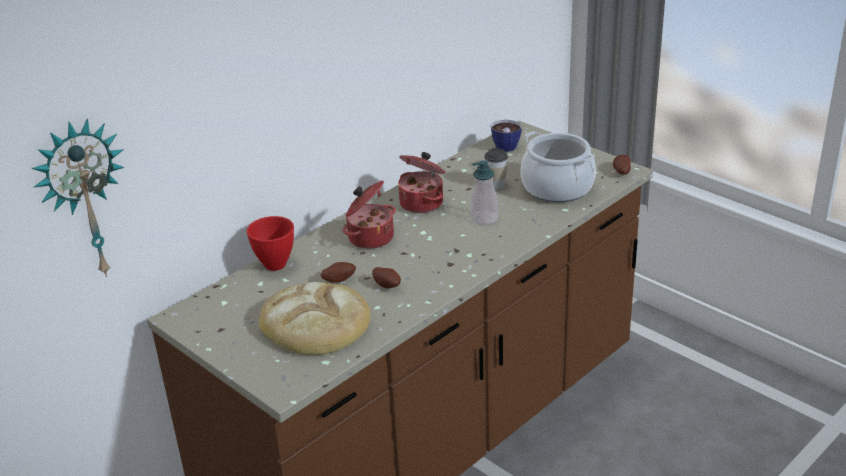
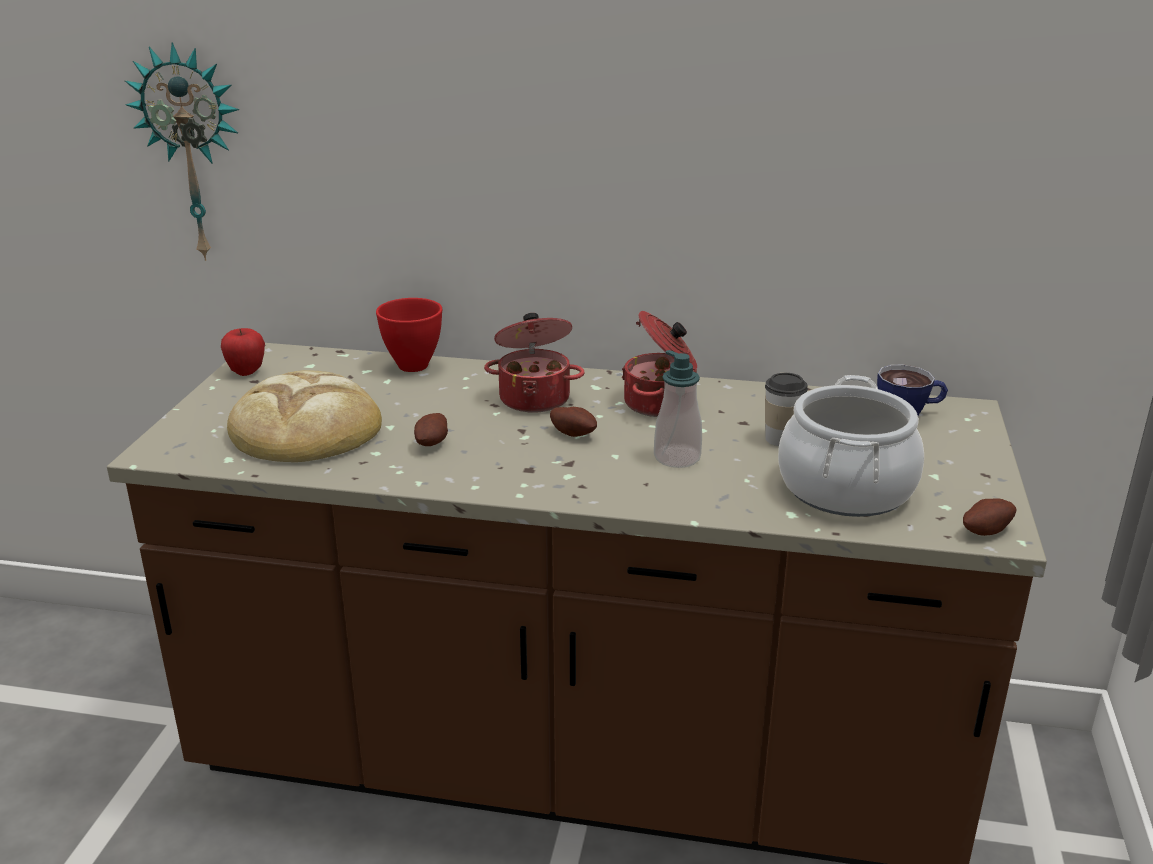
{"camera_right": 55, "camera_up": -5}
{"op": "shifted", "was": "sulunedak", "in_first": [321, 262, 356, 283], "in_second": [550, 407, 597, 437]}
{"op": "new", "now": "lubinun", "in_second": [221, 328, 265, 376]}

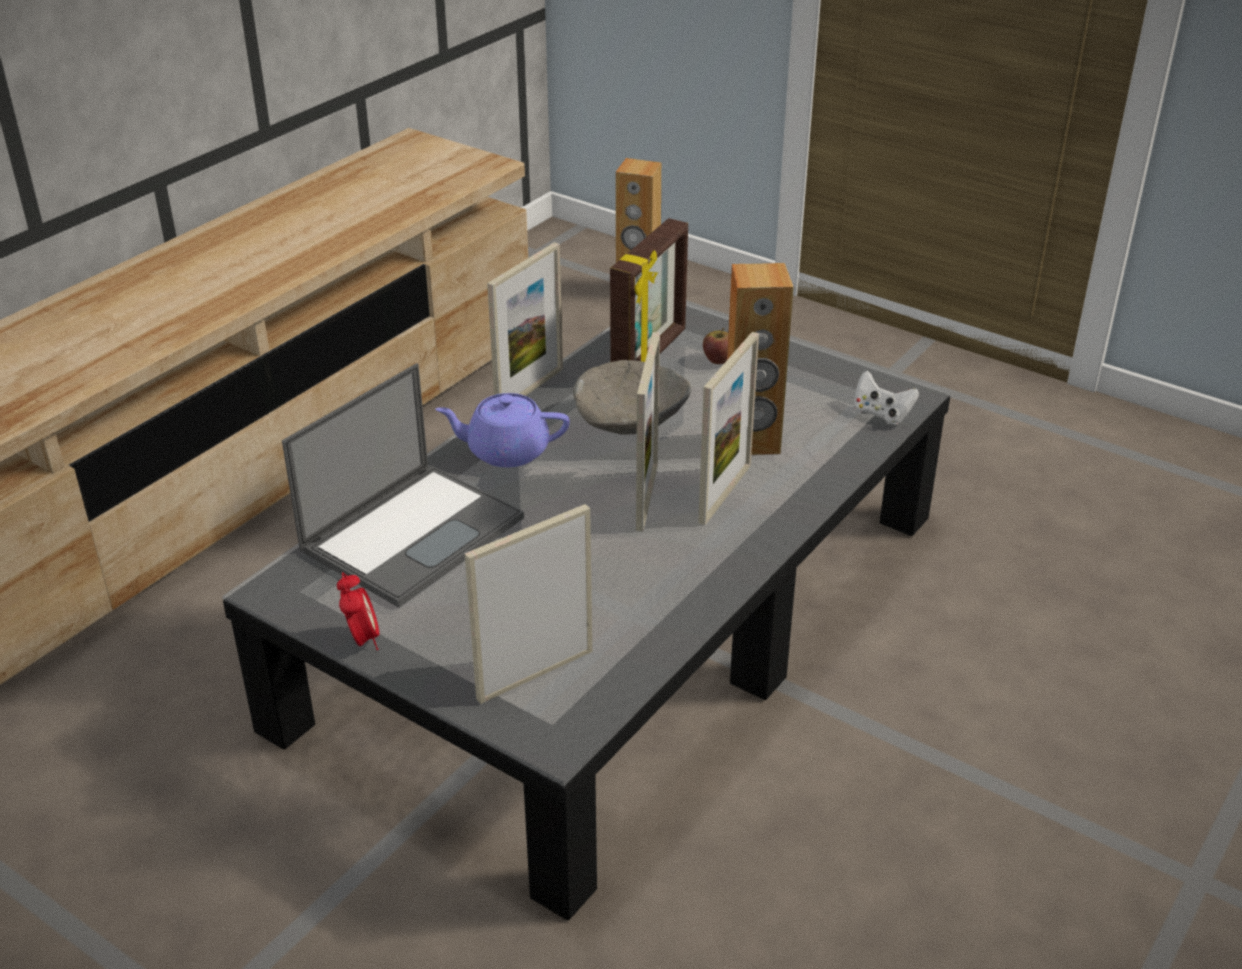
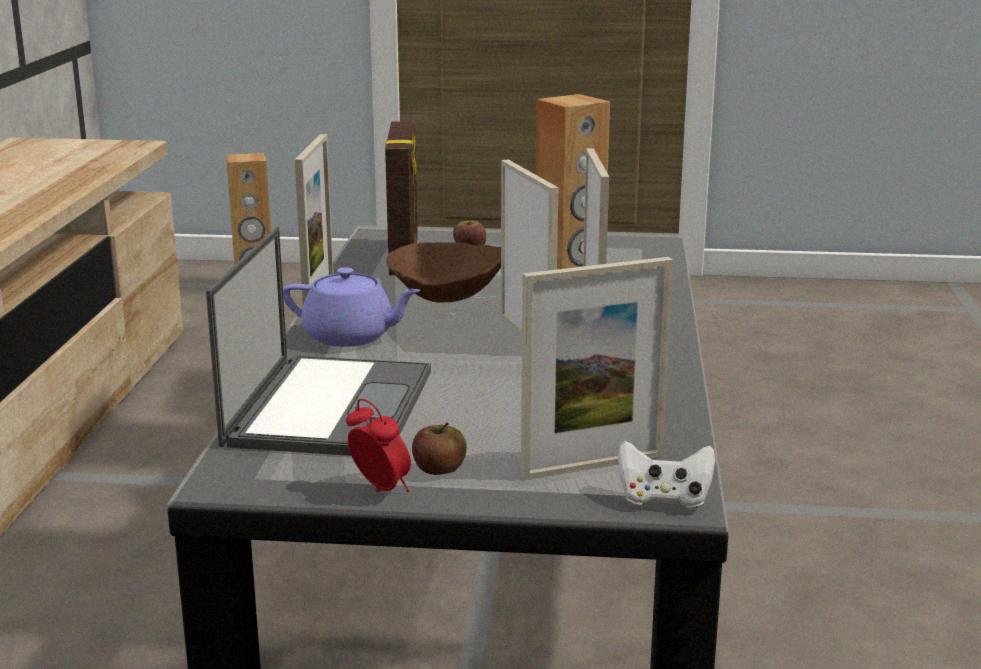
{"camera_right": -30, "camera_up": -15}
{"op": "rotated", "was": "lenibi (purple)", "in_first": [435, 393, 570, 467], "in_second": [283, 267, 421, 347], "clockwise": -135}
{"op": "rotated", "was": "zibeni", "in_first": [465, 504, 592, 704], "in_second": [521, 257, 673, 480], "clockwise": -135}
{"op": "repainted", "was": "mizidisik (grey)", "now": "mizidisik (brown)", "in_first": [573, 360, 691, 435], "in_second": [386, 242, 501, 302]}
{"op": "shifted", "was": "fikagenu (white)", "in_first": [853, 371, 919, 425], "in_second": [618, 441, 715, 509]}
{"op": "new", "now": "lubinun", "in_second": [412, 423, 467, 475]}

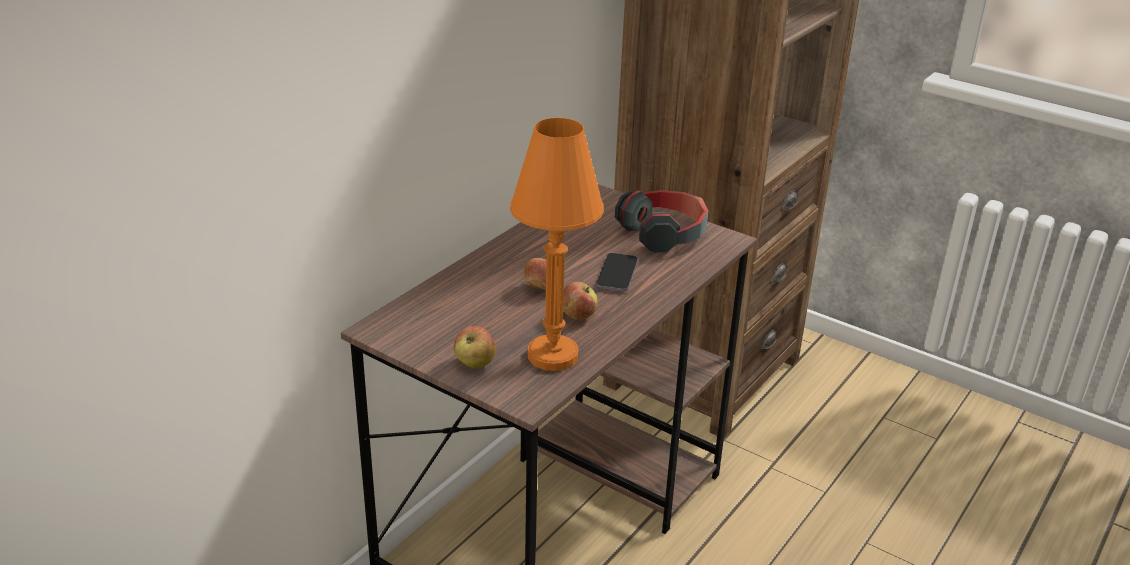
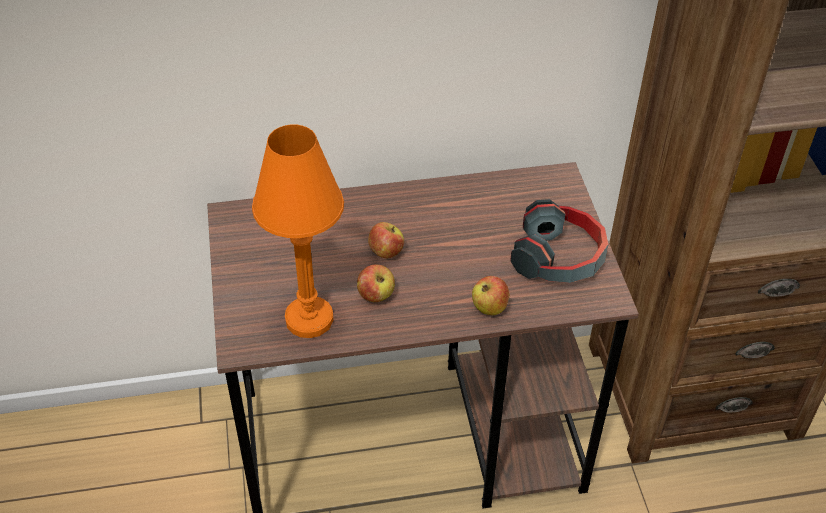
{"camera_right": 45, "camera_up": 15}
{"op": "shifted", "was": "lubinun", "in_first": [454, 326, 496, 368], "in_second": [472, 276, 510, 315]}
{"op": "gone", "was": "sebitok", "in_first": [596, 253, 638, 292]}

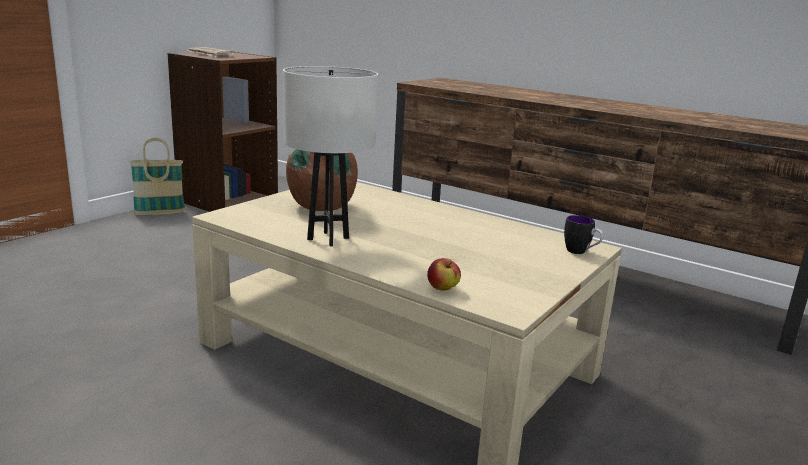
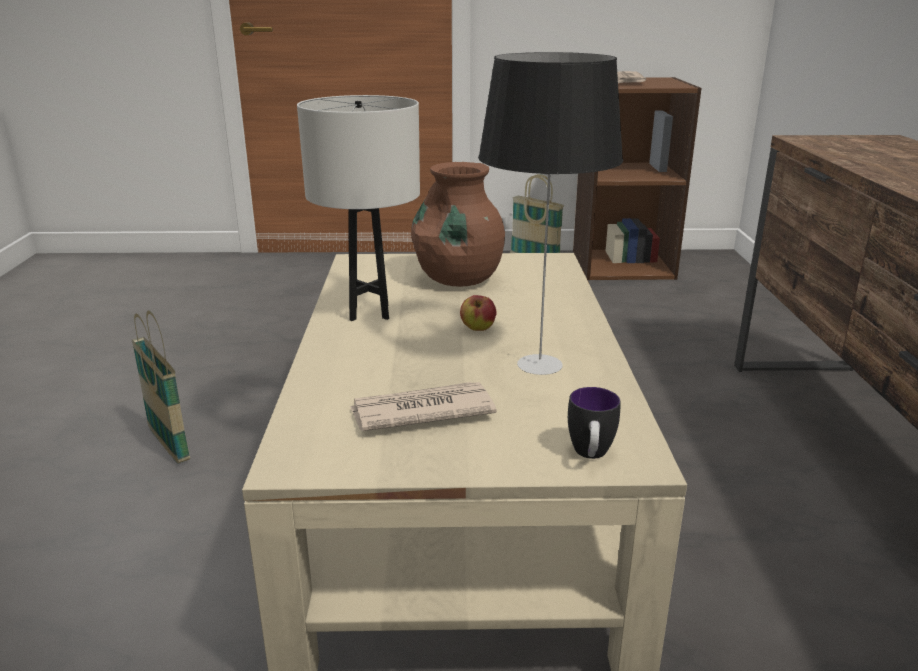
{"camera_right": 55, "camera_up": 5}
{"op": "shifted", "was": "lubinun", "in_first": [427, 258, 461, 290], "in_second": [460, 295, 497, 331]}
{"op": "new", "now": "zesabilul", "in_second": [132, 311, 190, 464]}
{"op": "new", "now": "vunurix", "in_second": [350, 382, 497, 431]}
{"op": "new", "now": "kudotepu", "in_second": [478, 52, 623, 375]}

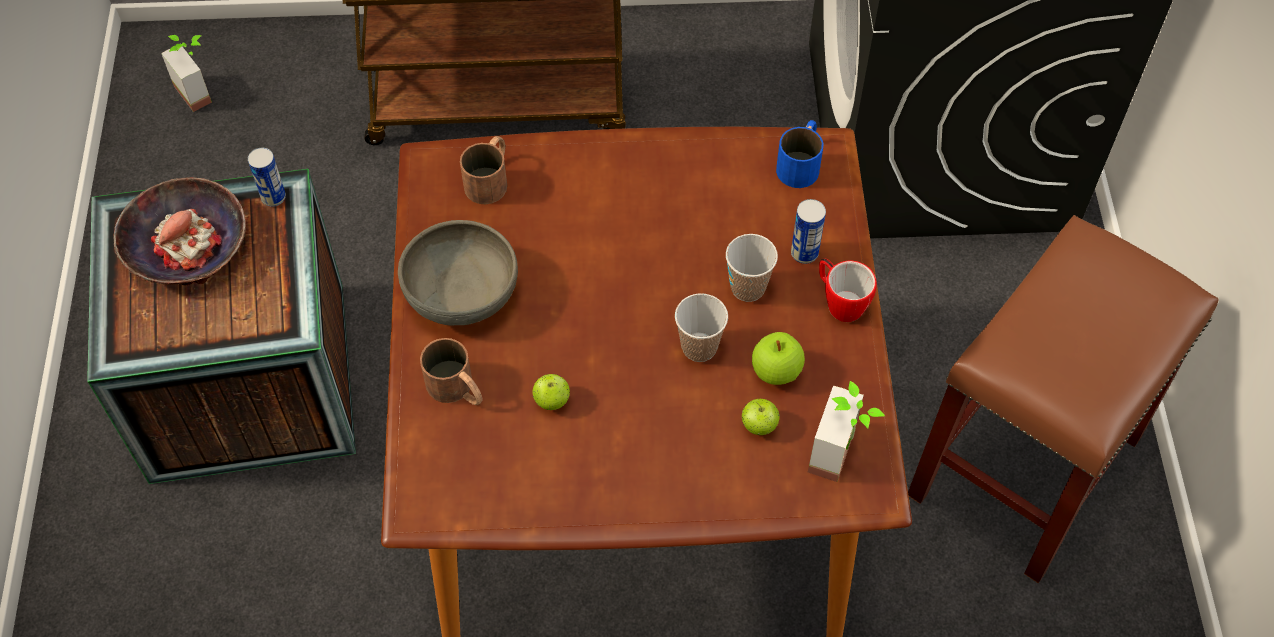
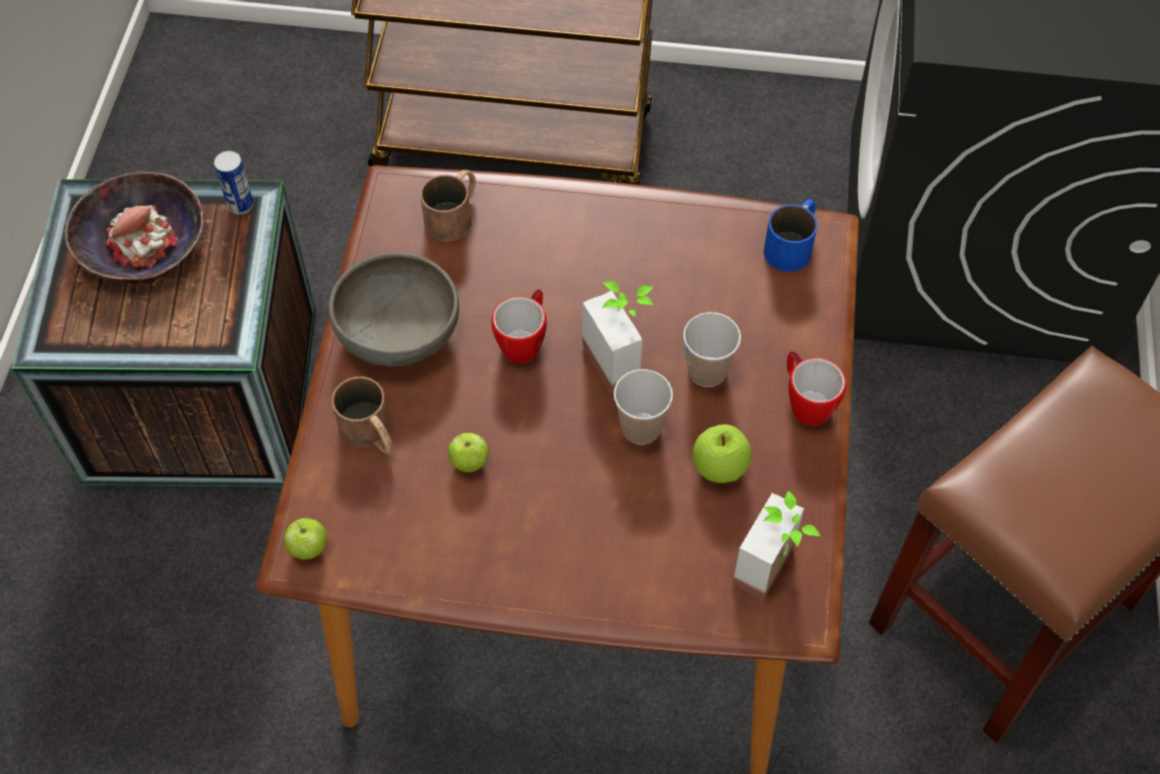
{"camera_right": 10, "camera_up": 0}
{"op": "shifted", "was": "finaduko", "in_first": [161, 35, 212, 112], "in_second": [583, 281, 653, 394]}
{"op": "shifted", "was": "lubinun", "in_first": [742, 399, 780, 435], "in_second": [284, 518, 327, 560]}
{"op": "gone", "was": "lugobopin", "in_first": [791, 199, 826, 264]}
{"op": "new", "now": "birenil", "in_second": [492, 289, 547, 363]}

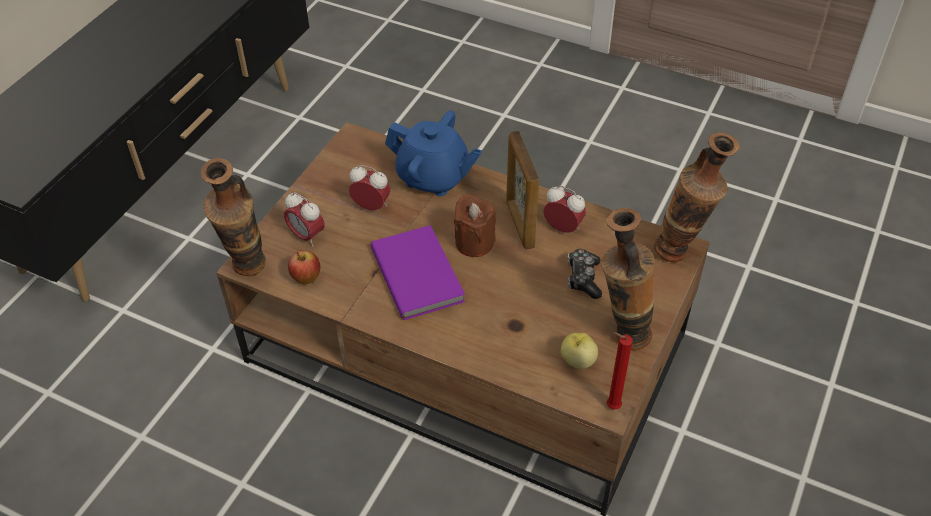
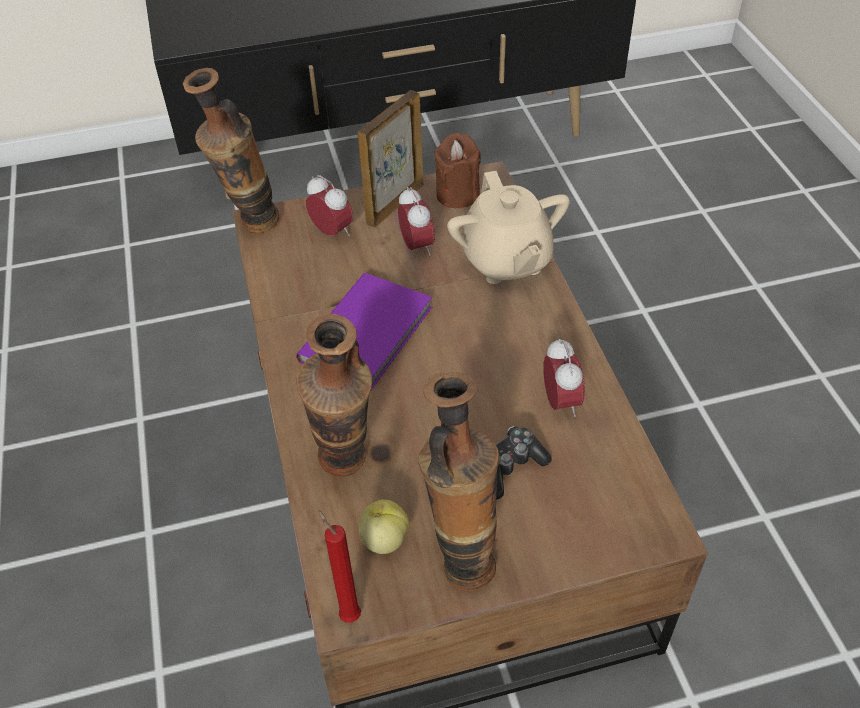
{"camera_right": 50, "camera_up": 0}
{"op": "rotated", "was": "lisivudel", "in_first": [284, 192, 325, 247], "in_second": [306, 175, 353, 236], "clockwise": 135}
{"op": "gone", "was": "lubinun", "in_first": [288, 251, 320, 284]}
{"op": "repainted", "was": "lenibi (blue)", "now": "lenibi (beige)", "in_first": [385, 111, 482, 197], "in_second": [447, 171, 570, 284]}
{"op": "shifted", "was": "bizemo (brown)", "in_first": [454, 194, 496, 257], "in_second": [434, 133, 481, 208]}
{"op": "shifted", "was": "zibeni", "in_first": [506, 131, 539, 249], "in_second": [358, 90, 424, 228]}
{"op": "shifted", "was": "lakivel", "in_first": [654, 133, 740, 262], "in_second": [296, 314, 372, 477]}

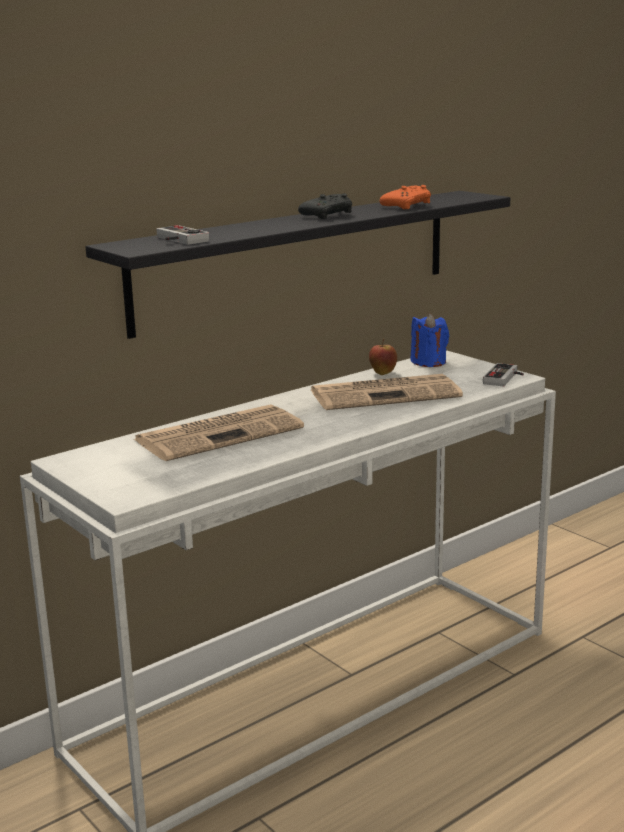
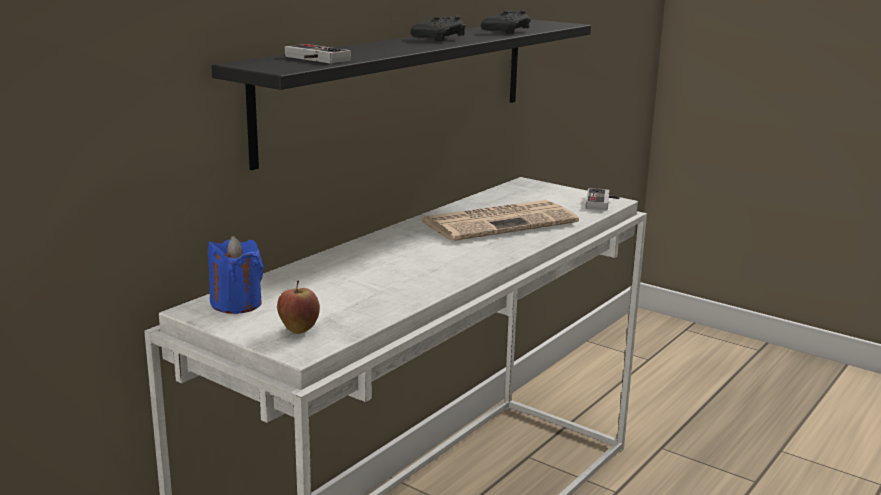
{"camera_right": -15, "camera_up": 0}
{"op": "gone", "was": "vunurix", "in_first": [134, 404, 304, 461]}
{"op": "shifted", "was": "lubinun", "in_first": [369, 339, 397, 375], "in_second": [277, 280, 320, 334]}
{"op": "repainted", "was": "fikagenu (orange)", "now": "fikagenu (black)", "in_first": [380, 185, 431, 209], "in_second": [481, 10, 531, 34]}
{"op": "shifted", "was": "bizemo (blue)", "in_first": [410, 313, 449, 367], "in_second": [208, 236, 264, 314]}

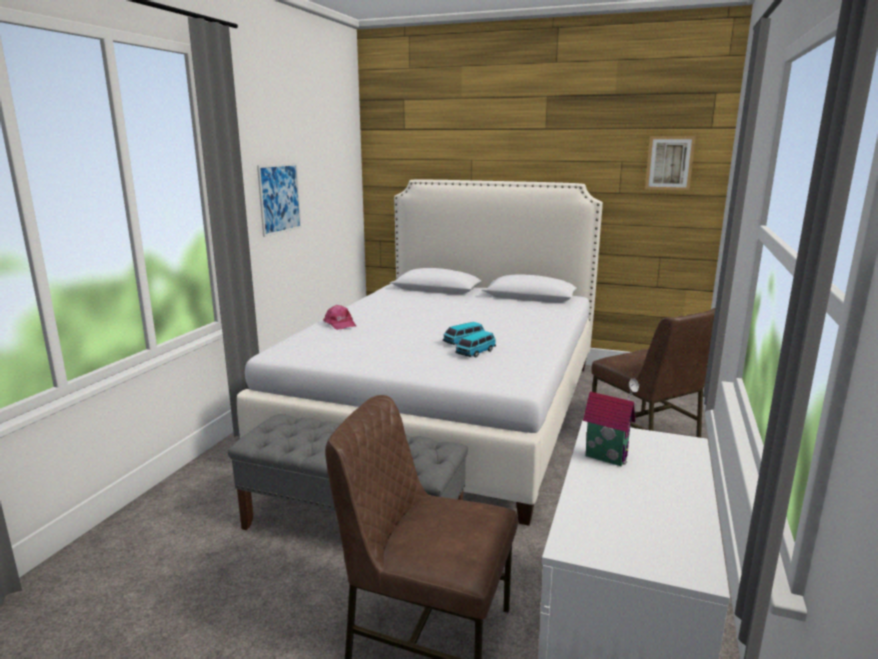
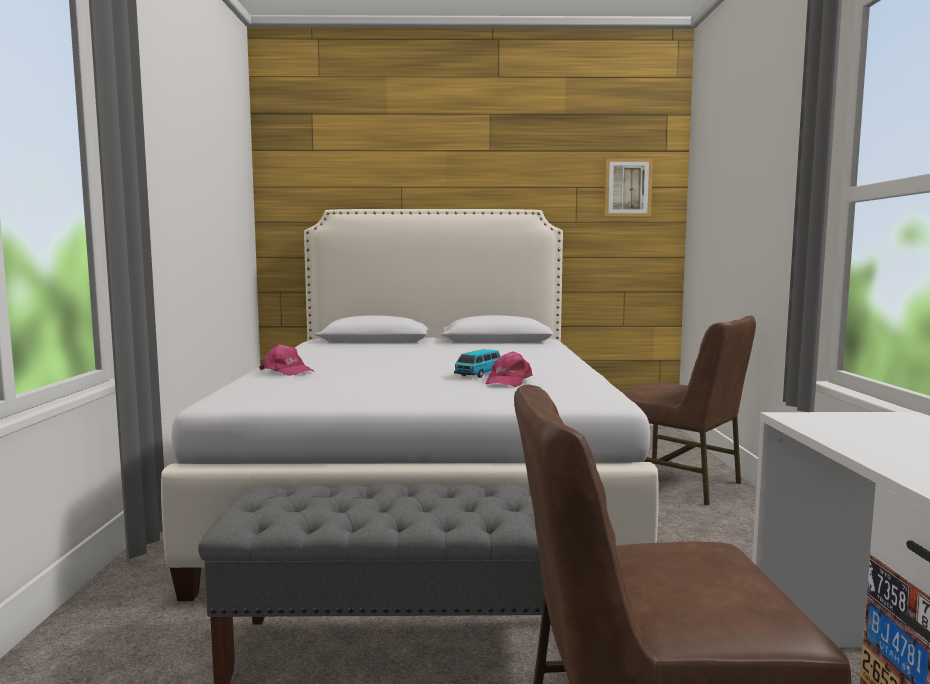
{"camera_right": -20, "camera_up": -10}
{"op": "gone", "was": "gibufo", "in_first": [257, 163, 301, 237]}
{"op": "swapped", "was": "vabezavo", "now": "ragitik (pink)", "in_first": [455, 331, 496, 357], "in_second": [486, 351, 533, 387]}
{"op": "gone", "was": "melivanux", "in_first": [583, 378, 639, 466]}

